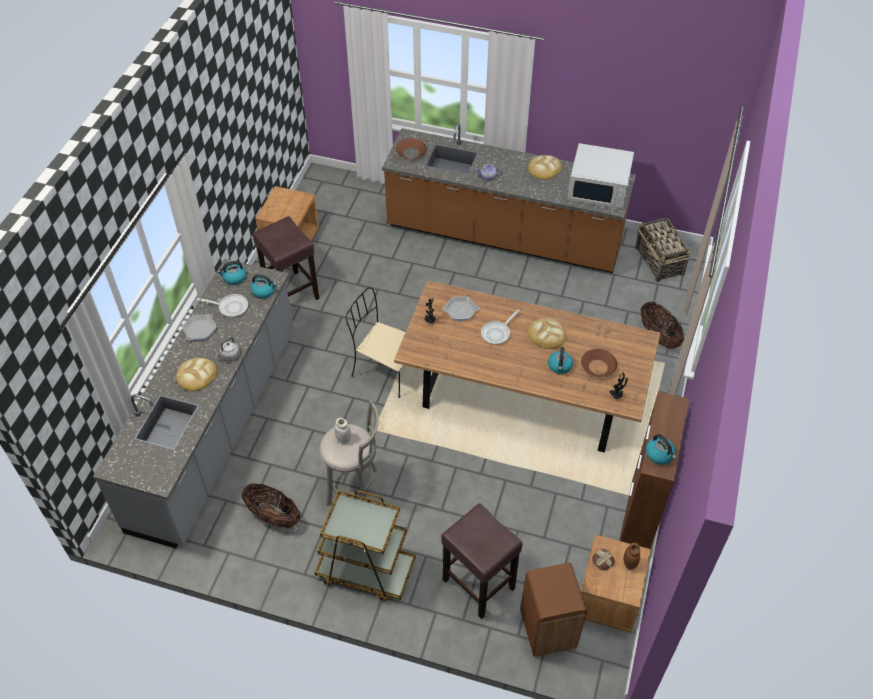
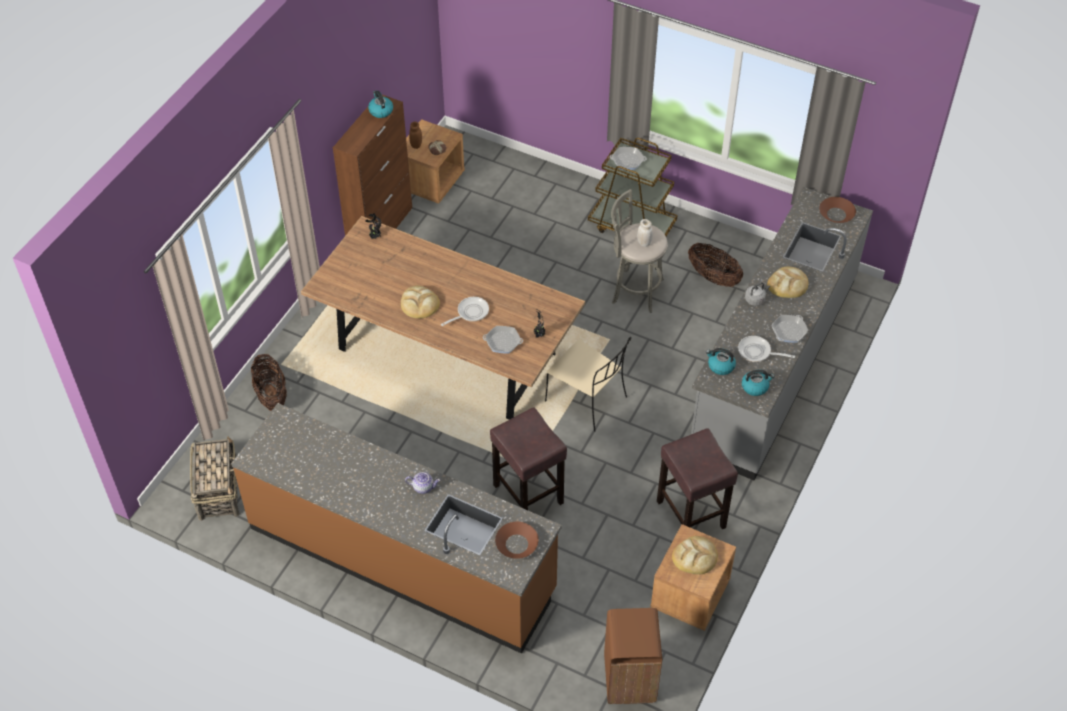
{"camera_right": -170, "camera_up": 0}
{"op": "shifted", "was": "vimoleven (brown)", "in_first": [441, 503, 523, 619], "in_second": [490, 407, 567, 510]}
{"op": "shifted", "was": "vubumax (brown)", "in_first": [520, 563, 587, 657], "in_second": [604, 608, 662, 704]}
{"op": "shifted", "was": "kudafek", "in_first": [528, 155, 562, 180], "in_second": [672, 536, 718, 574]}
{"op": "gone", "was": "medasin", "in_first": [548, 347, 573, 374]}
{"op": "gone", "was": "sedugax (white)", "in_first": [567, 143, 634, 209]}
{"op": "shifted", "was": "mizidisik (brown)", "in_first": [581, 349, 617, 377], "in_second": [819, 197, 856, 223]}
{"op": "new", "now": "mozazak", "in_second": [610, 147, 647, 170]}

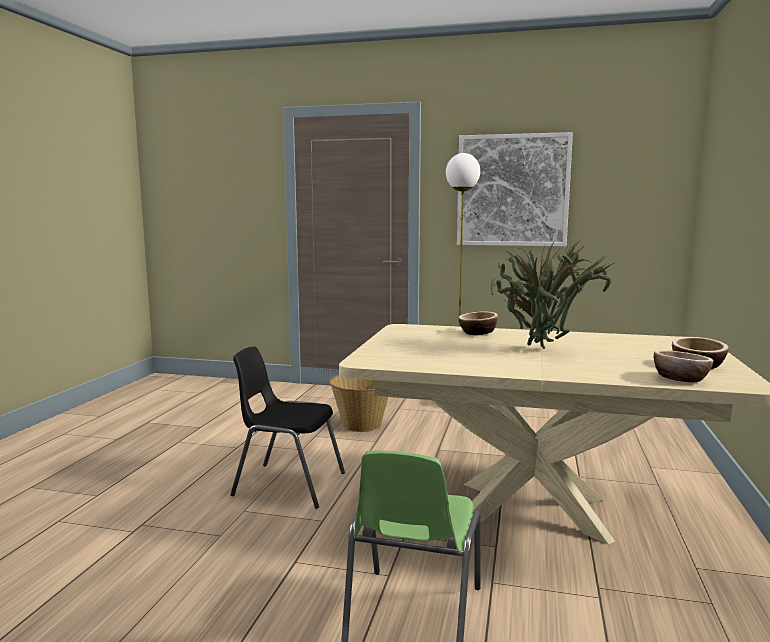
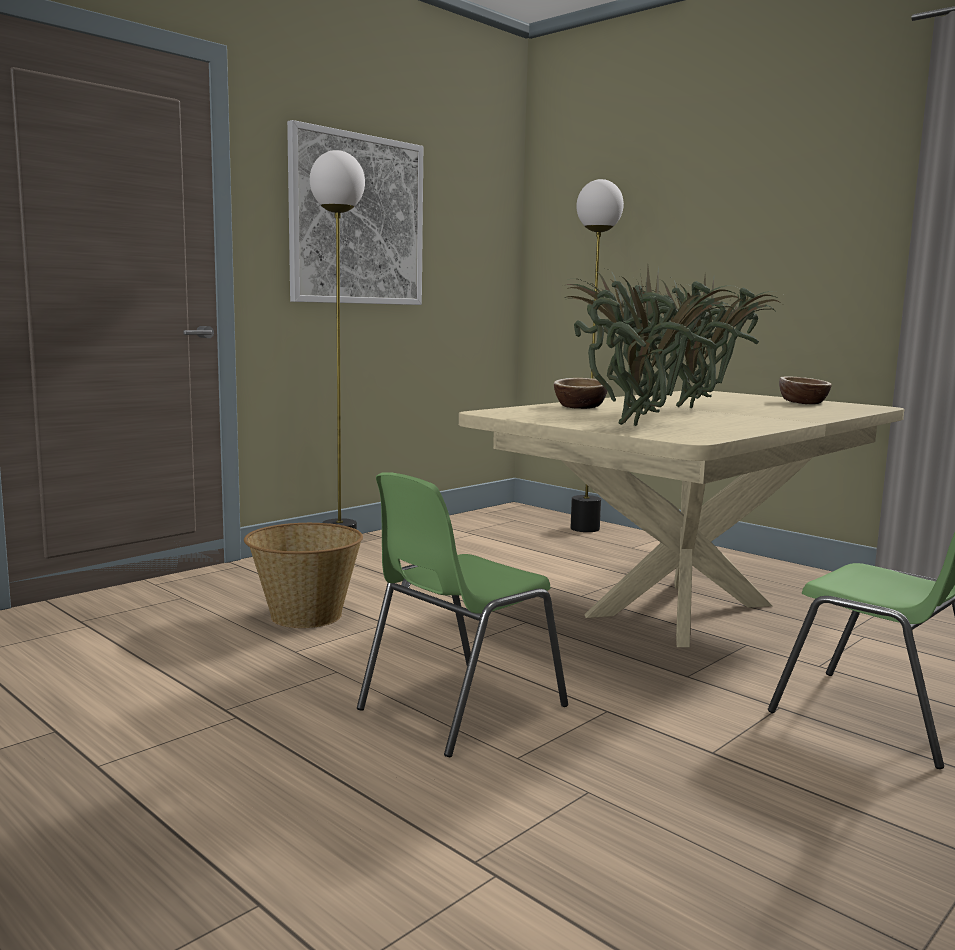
{"camera_right": -60, "camera_up": 0}
{"op": "repainted", "was": "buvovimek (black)", "now": "buvovimek (green)", "in_first": [230, 347, 345, 509], "in_second": [357, 472, 568, 757]}
{"op": "gone", "was": "mizidisik", "in_first": [654, 350, 714, 382]}
{"op": "new", "now": "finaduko", "in_second": [564, 266, 741, 426]}
{"op": "new", "now": "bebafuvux", "in_second": [570, 179, 624, 532]}

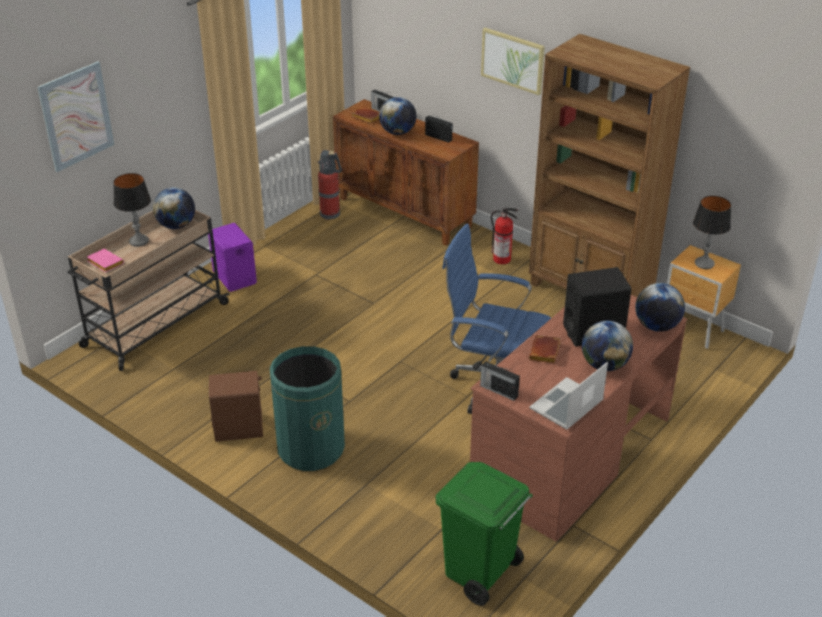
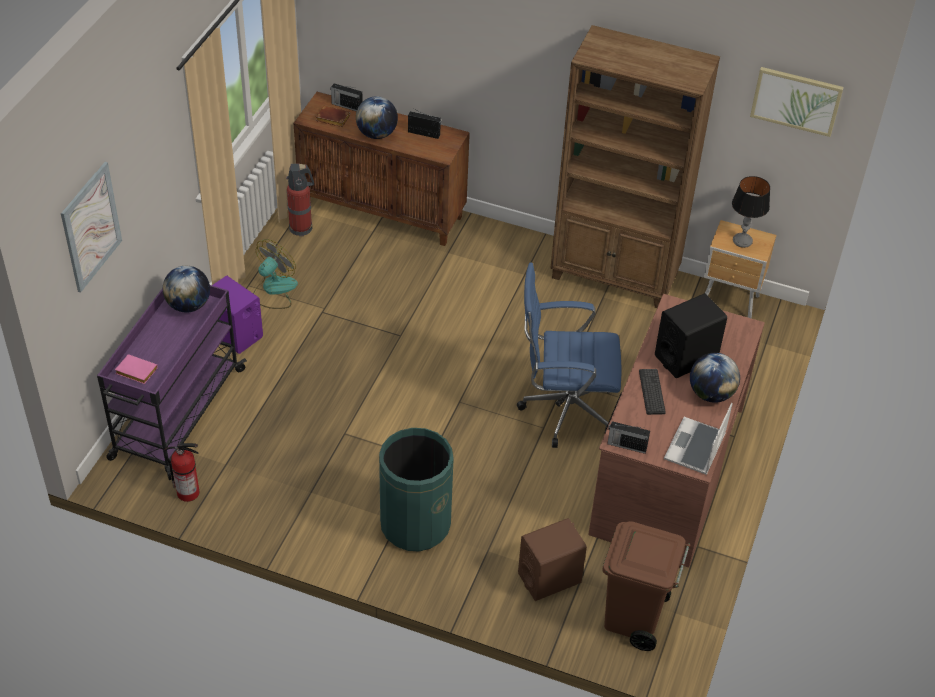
{"camera_right": -20, "camera_up": 10}
{"op": "repainted", "was": "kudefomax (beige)", "now": "kudefomax (purple)", "in_first": [67, 210, 230, 371], "in_second": [97, 285, 247, 480]}
{"op": "gone", "was": "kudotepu", "in_first": [113, 173, 151, 247]}
{"op": "shifted", "was": "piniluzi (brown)", "in_first": [209, 371, 263, 442], "in_second": [518, 518, 587, 601]}
{"op": "repainted", "was": "vubumax (green)", "now": "vubumax (brown)", "in_first": [436, 462, 533, 606], "in_second": [602, 521, 690, 651]}
{"op": "shifted", "was": "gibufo", "in_first": [481, 28, 545, 95], "in_second": [750, 67, 844, 137]}
{"op": "shifted", "was": "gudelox", "in_first": [491, 208, 518, 264], "in_second": [164, 443, 199, 502]}
{"op": "swapped", "was": "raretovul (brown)", "now": "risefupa", "in_first": [529, 335, 561, 363], "in_second": [639, 369, 666, 415]}
{"op": "gone", "was": "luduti", "in_first": [635, 283, 685, 332]}
{"op": "new", "now": "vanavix", "in_second": [253, 239, 298, 309]}

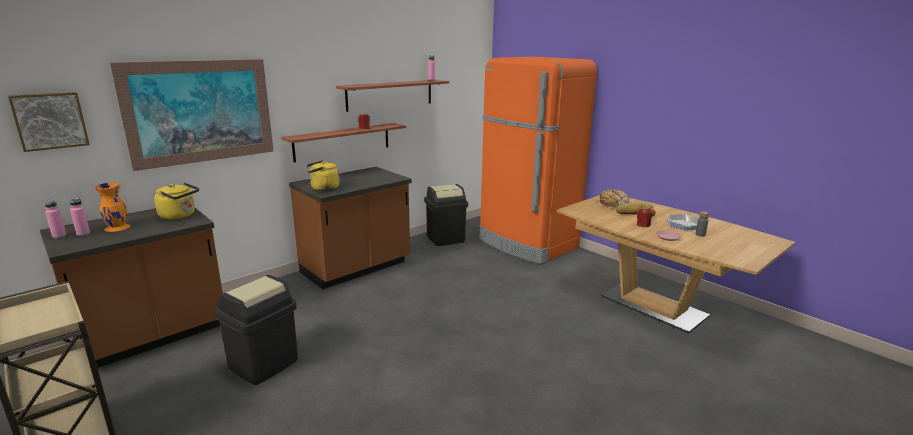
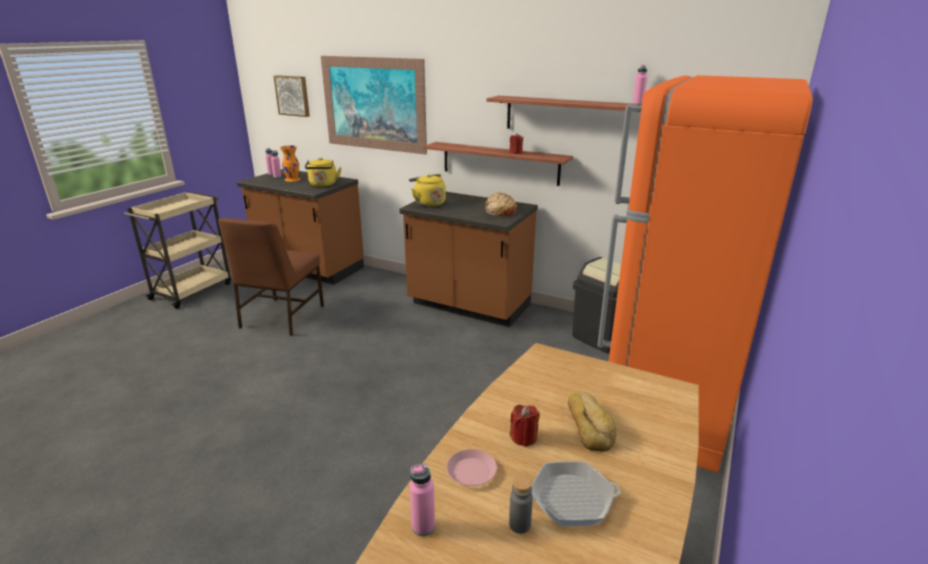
{"camera_right": 70, "camera_up": 5}
{"op": "swapped", "was": "vubumax (black)", "now": "buvovimek (brown)", "in_first": [214, 275, 298, 385], "in_second": [218, 218, 324, 336]}
{"op": "shifted", "was": "kudafek", "in_first": [595, 189, 629, 208], "in_second": [485, 192, 517, 216]}
{"op": "new", "now": "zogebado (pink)", "in_second": [410, 464, 435, 536]}

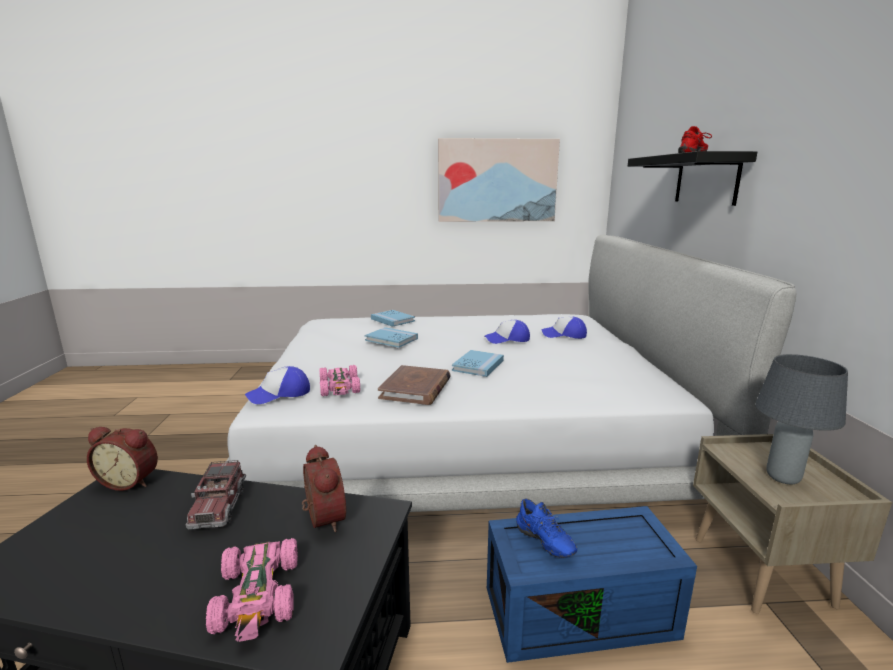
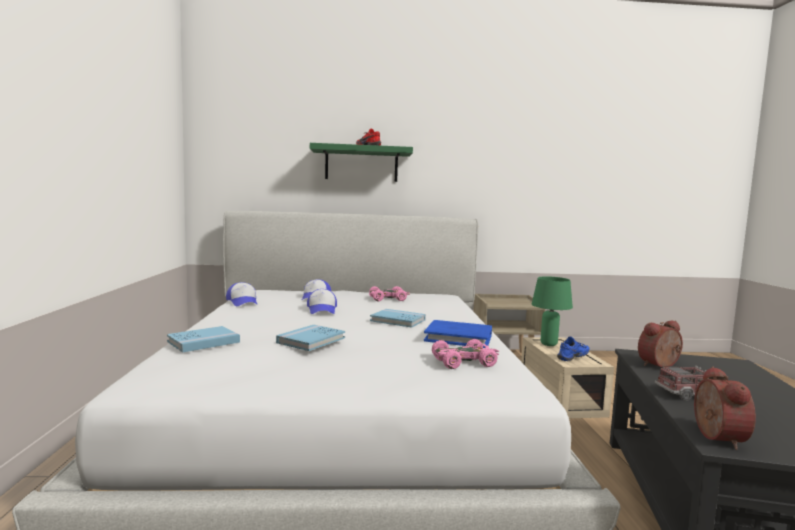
{"camera_right": -90, "camera_up": -10}
{"op": "shifted", "was": "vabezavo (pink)", "in_first": [206, 538, 298, 642], "in_second": [369, 286, 410, 301]}
{"op": "shifted", "was": "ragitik", "in_first": [245, 366, 310, 404], "in_second": [226, 282, 258, 306]}
{"op": "repainted", "was": "raretovul (brown)", "now": "raretovul (blue)", "in_first": [378, 365, 450, 405], "in_second": [424, 320, 492, 348]}
{"op": "gone", "was": "gibufo", "in_first": [438, 138, 560, 222]}
{"op": "repainted", "was": "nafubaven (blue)", "now": "nafubaven (beige)", "in_first": [487, 506, 697, 663], "in_second": [521, 337, 614, 418]}
{"op": "repainted", "was": "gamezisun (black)", "now": "gamezisun (green)", "in_first": [628, 151, 757, 206], "in_second": [310, 143, 413, 182]}
{"op": "gone", "was": "kudotepu (grey)", "in_first": [755, 354, 848, 484]}
{"op": "new", "now": "kudotepu (green)", "in_second": [532, 276, 573, 346]}

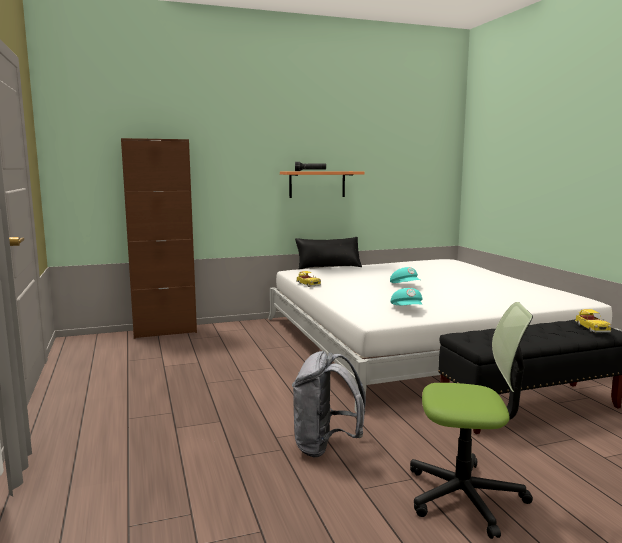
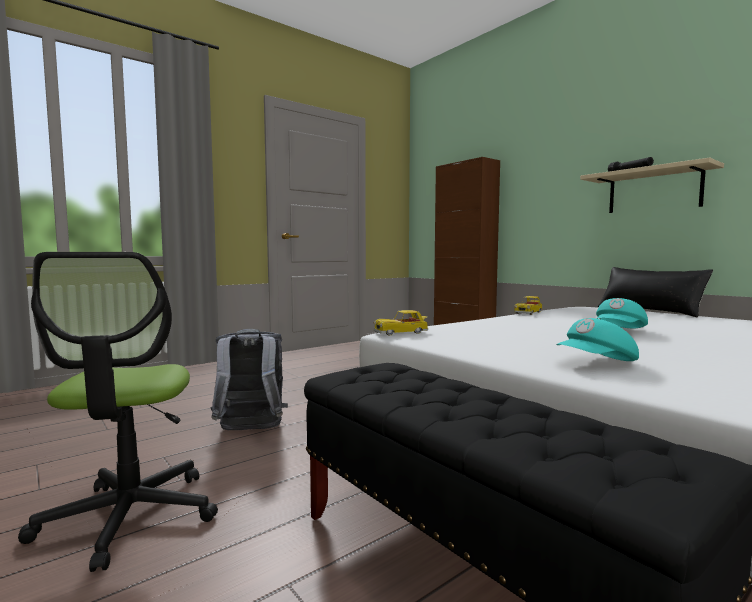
{"camera_right": 70, "camera_up": -5}
{"op": "repainted", "was": "gamezisun (orange)", "now": "gamezisun (beige)", "in_first": [280, 171, 364, 198], "in_second": [580, 157, 724, 213]}
{"op": "shifted", "was": "ragitik (turquoise)", "in_first": [390, 288, 422, 305], "in_second": [557, 318, 639, 361]}
{"op": "shifted", "was": "vabezavo", "in_first": [575, 309, 611, 333], "in_second": [374, 310, 428, 335]}

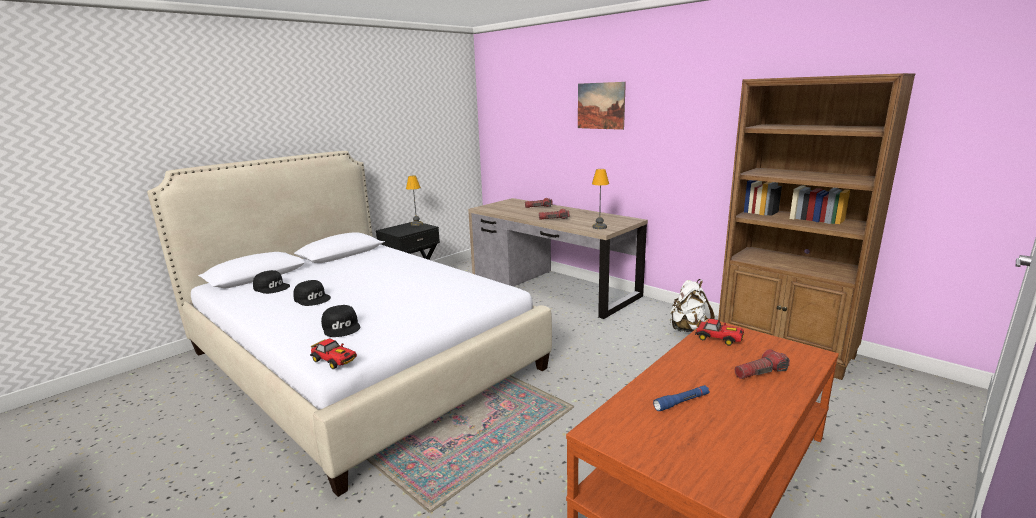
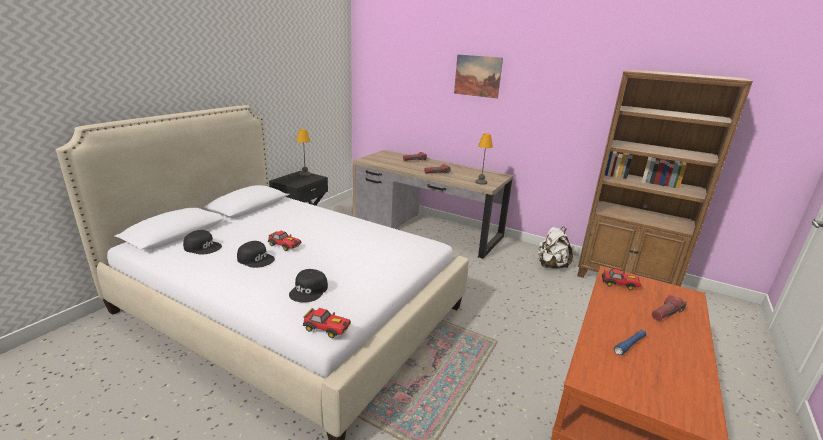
{"camera_right": -15, "camera_up": 5}
{"op": "rotated", "was": "ragitik (black)", "in_first": [321, 305, 360, 337], "in_second": [289, 269, 328, 303], "clockwise": 60}
{"op": "new", "now": "vabezavo", "in_second": [268, 231, 301, 251]}

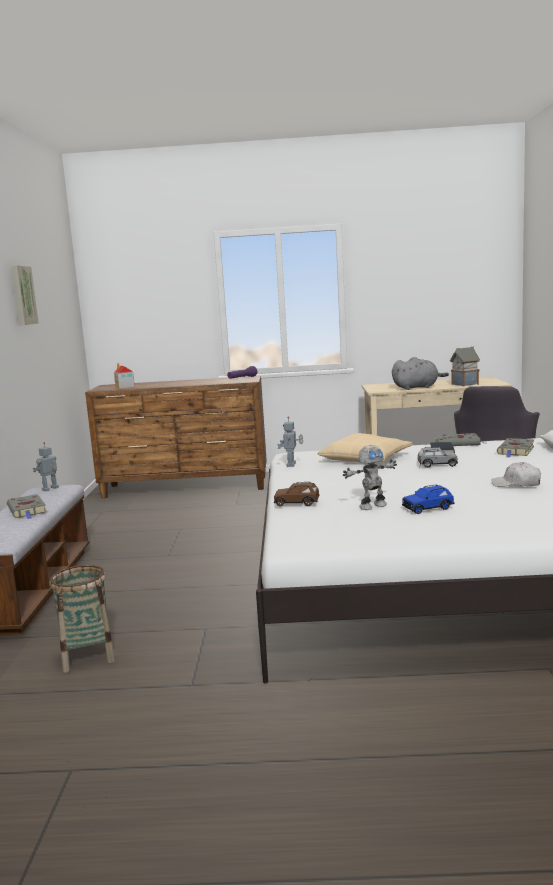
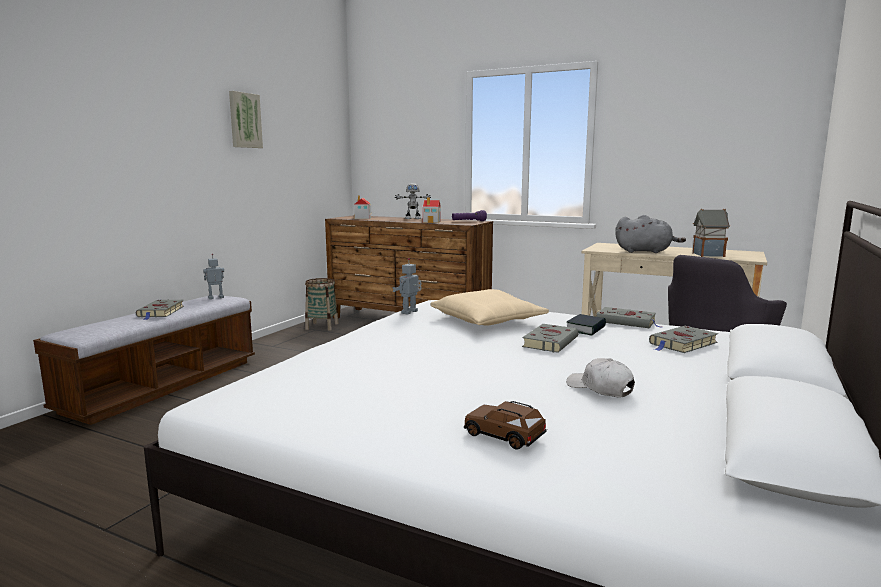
{"camera_right": 25, "camera_up": 0}
{"op": "shifted", "was": "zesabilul", "in_first": [49, 565, 115, 673], "in_second": [305, 278, 339, 331]}
{"op": "shifted", "was": "vabezavo (brown)", "in_first": [274, 482, 320, 507], "in_second": [464, 401, 547, 450]}
{"op": "shifted", "was": "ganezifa", "in_first": [343, 445, 397, 510], "in_second": [395, 183, 431, 219]}
{"op": "gone", "was": "vabezavo (blue)", "in_first": [402, 485, 455, 514]}
{"op": "swapped", "was": "vabezavo (grey)", "now": "raretovul (grey)", "in_first": [417, 447, 458, 468], "in_second": [522, 324, 579, 353]}
{"op": "new", "now": "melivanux", "in_second": [423, 197, 441, 223]}

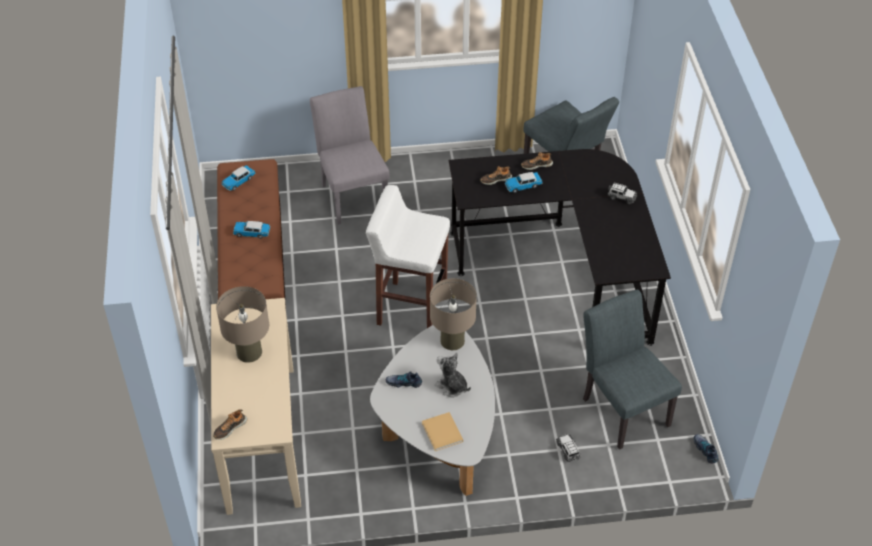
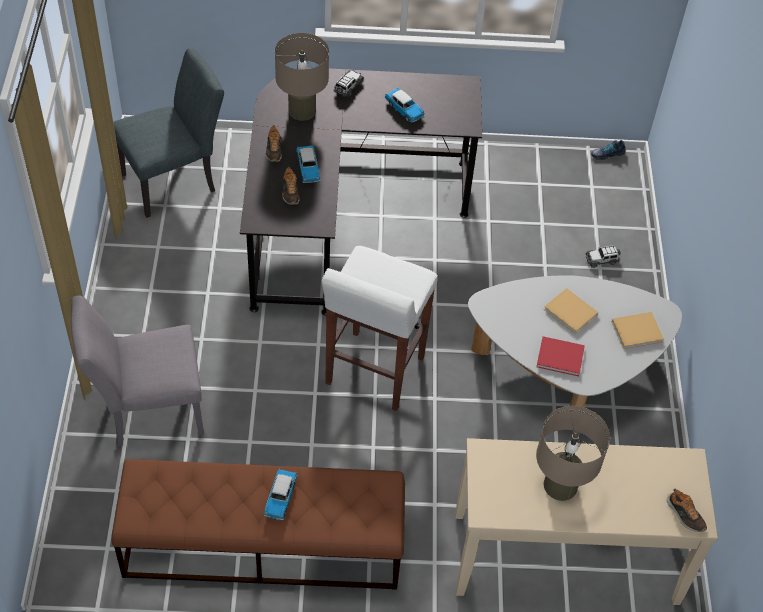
{"camera_right": -85, "camera_up": 5}
{"op": "shifted", "was": "vabezavo", "in_first": [221, 165, 256, 191], "in_second": [385, 88, 425, 123]}
{"op": "swapped", "was": "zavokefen", "now": "raretovul (red)", "in_first": [386, 371, 422, 388], "in_second": [536, 336, 585, 376]}
{"op": "shifted", "was": "kudotepu (beige)", "in_first": [430, 278, 477, 350], "in_second": [275, 33, 329, 121]}
{"op": "swapped", "was": "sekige", "now": "raretovul (beige)", "in_first": [434, 353, 471, 397], "in_second": [543, 288, 598, 334]}
{"op": "gone", "was": "buvovimek (grey)", "in_first": [583, 289, 682, 450]}

